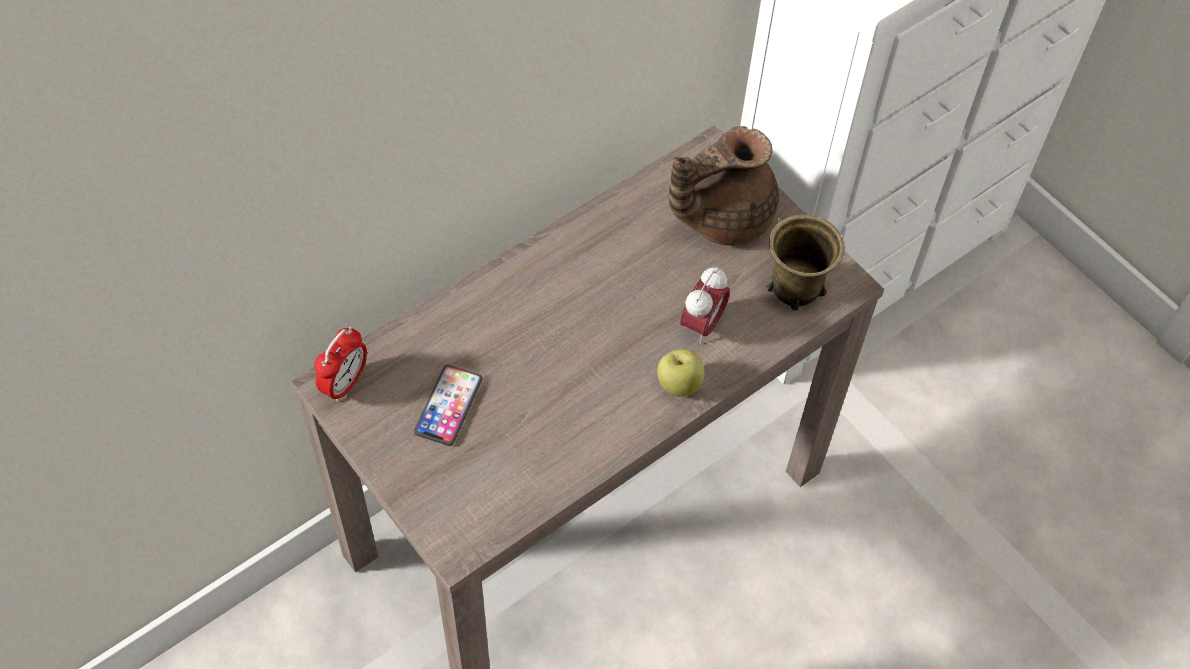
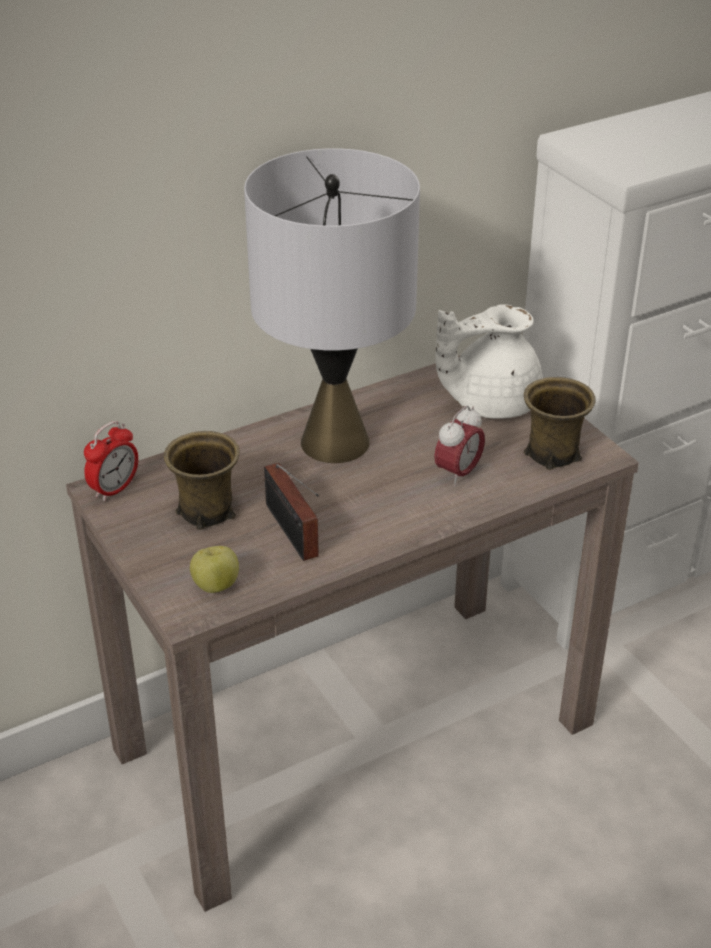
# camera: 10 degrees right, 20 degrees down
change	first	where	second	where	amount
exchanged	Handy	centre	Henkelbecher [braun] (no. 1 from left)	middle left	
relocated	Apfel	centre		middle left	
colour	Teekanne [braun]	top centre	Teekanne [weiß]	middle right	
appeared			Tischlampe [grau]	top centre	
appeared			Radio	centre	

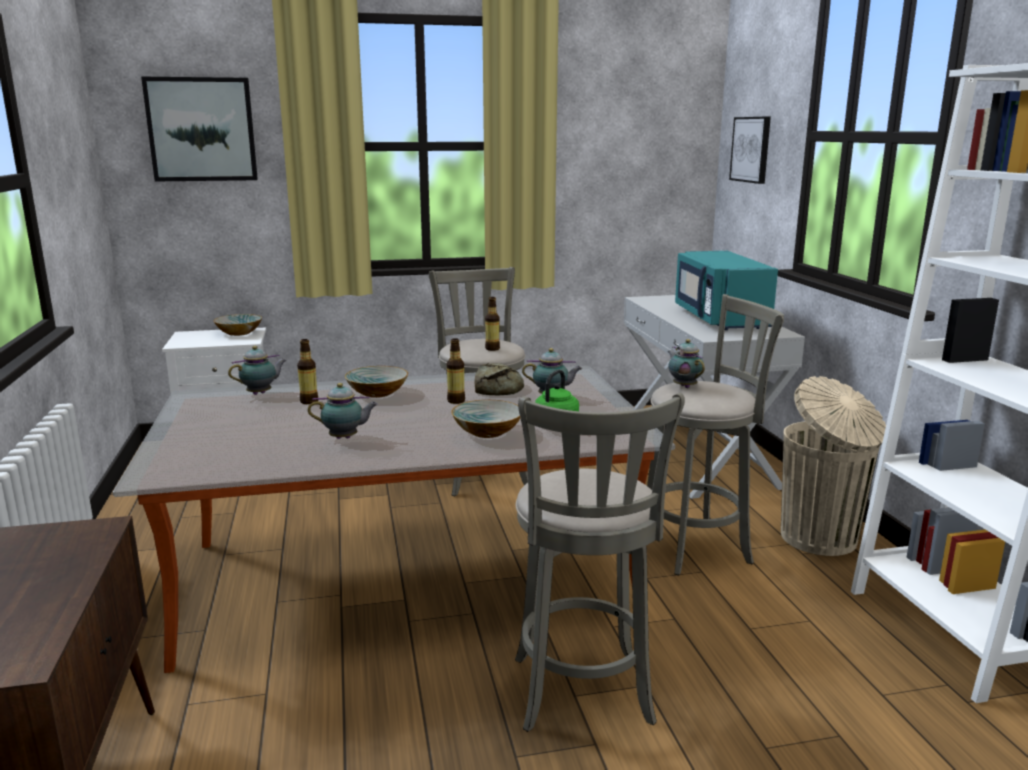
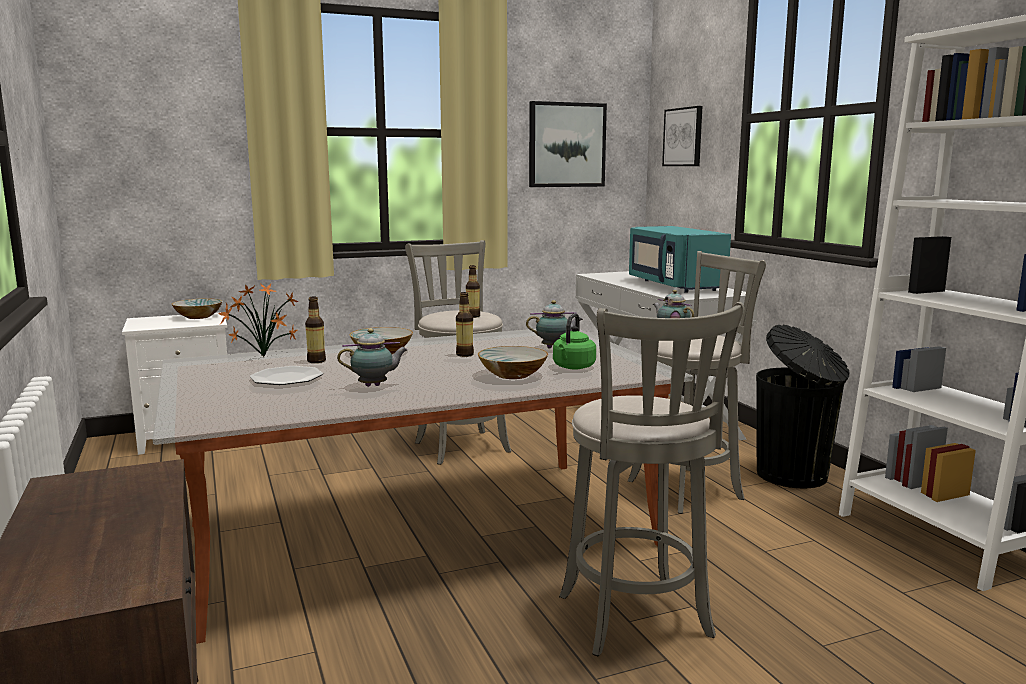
# camera: 10 degrees left, 5 degrees down
change	first	where	second	where	amount
relocated	Bild (no. 1 from left)	top left		top centre	
exchanged	Teekanne (no. 1 from left)	middle left	Topfpflanze	middle left	
missing	Brot	centre			
colour	Mülleimer [beige]	middle right	Mülleimer [schwarz]	middle right	
appeared			Teller	middle left	

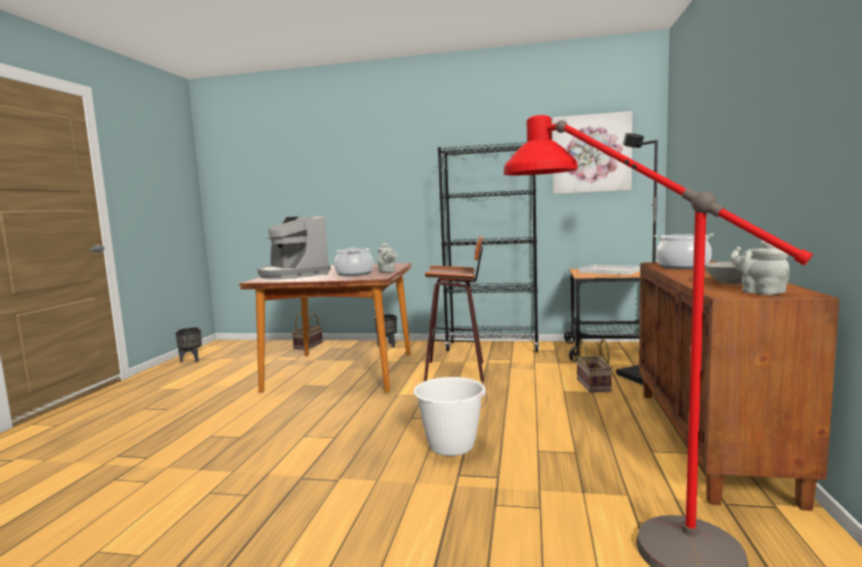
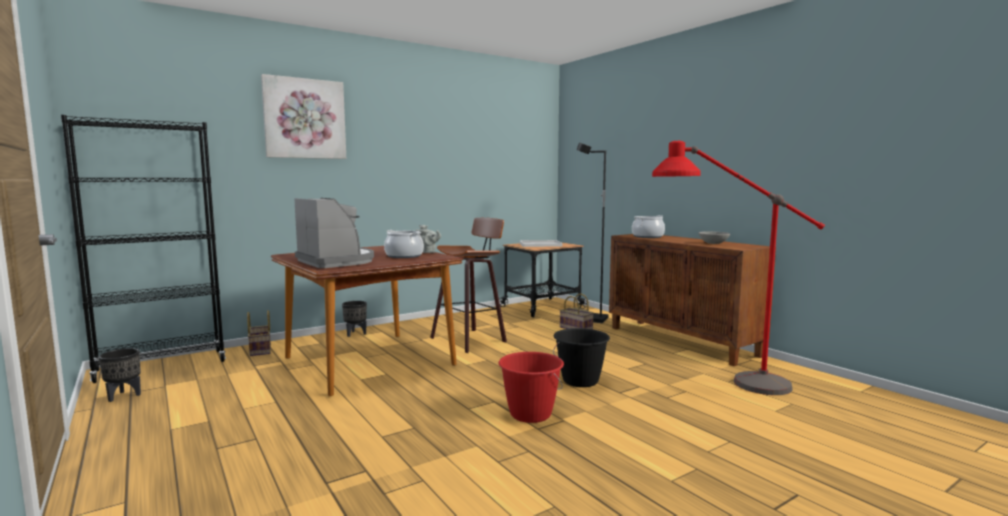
# camera: 45 degrees left, 0 degrees up
change	first	where	second	where	amount
spun	Kaffeemaschine	centre		middle left	135 degrees counterclockwise
colour	Eimer [weiß]	bottom centre	Eimer [schwarz]	bottom centre	
relocated	Bücherregal [schwarz]	centre		middle left	
relocated	Bild	top right		top left	
missing	Teekanne [grau] (no. 2 from left)	middle right			
appeared			Eimer [rot]	bottom centre	

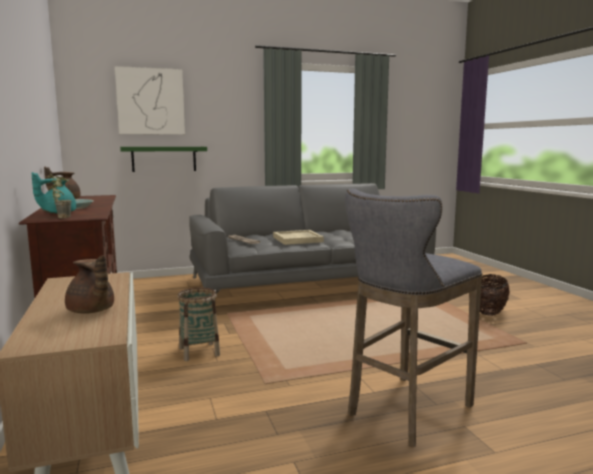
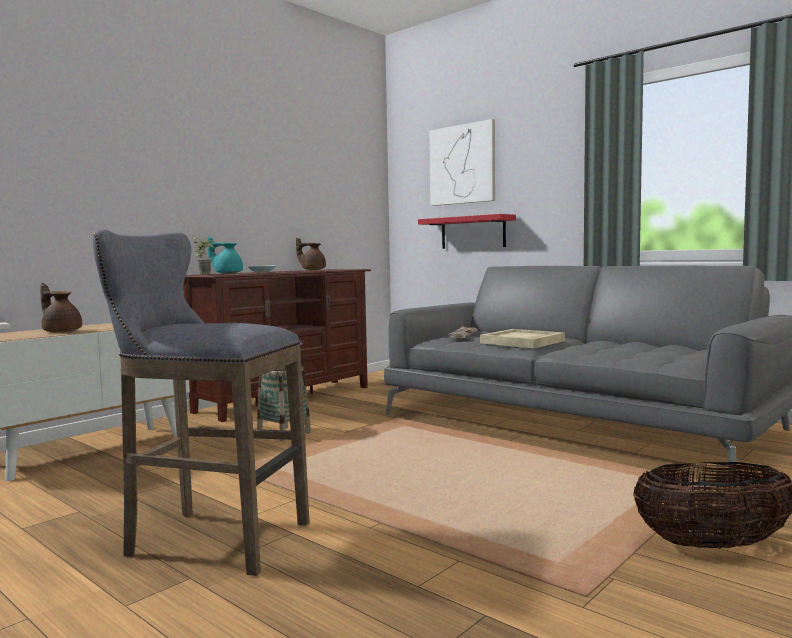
# camera: 60 degrees right, 5 degrees down
change	first	where	second	where	amount
spun	Teekanne [braun] (no. 2 from left in the first image)	middle left	Teekanne [braun] (no. 1 from left)	middle left	105 degrees clockwise
colour	Wandregal [grün]	middle left	Wandregal [rot]	centre	

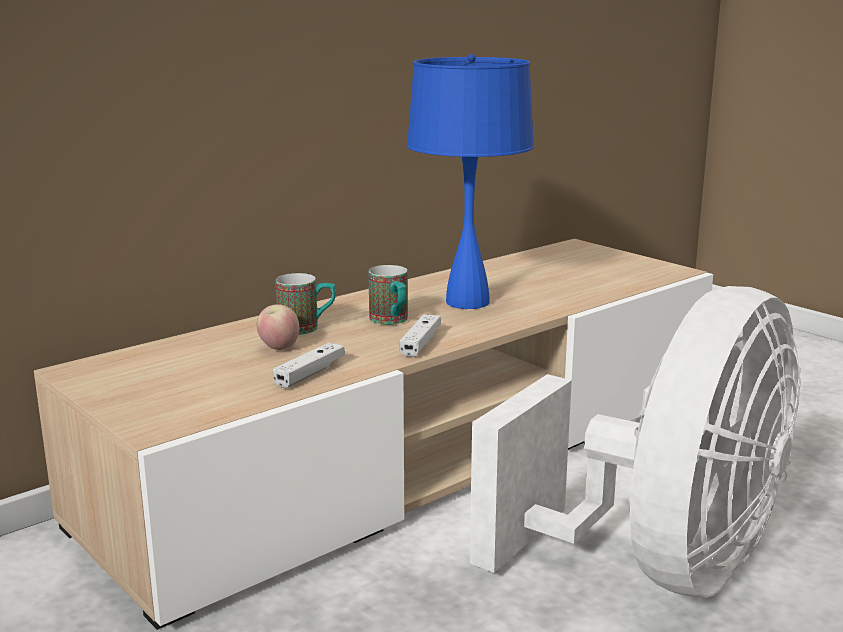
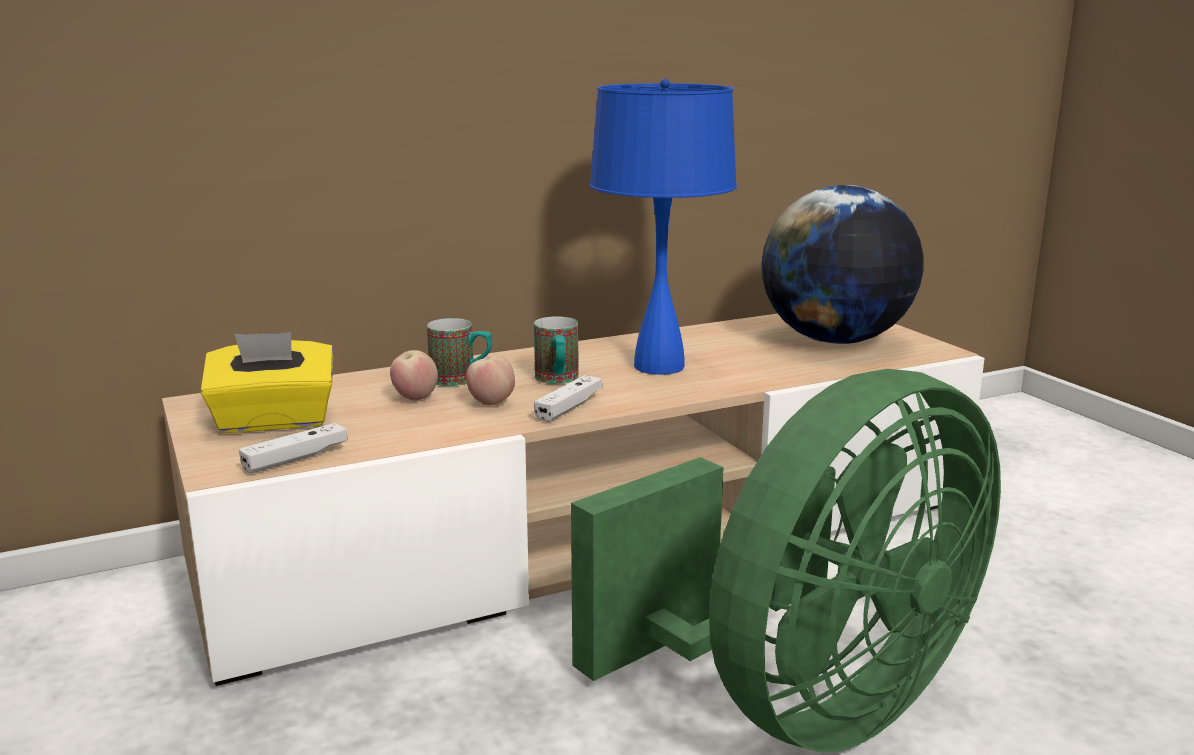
# camera: 15 degrees right, 0 degrees up
change	first	where	second	where	amount
relocated	Gamepad [weiß] (no. 1 from left)	centre		middle left	
colour	Ventilator [weiß]	bottom right	Ventilator [grün]	bottom centre	
appeared			Taschentuchbox [gelb]	middle left	
appeared			Apfel (no. 2 from left)	centre	
appeared			Globus	middle right	

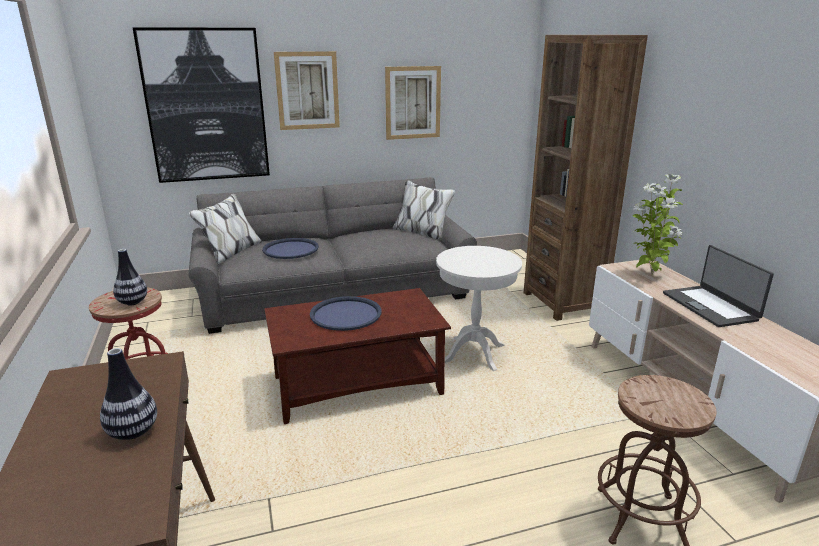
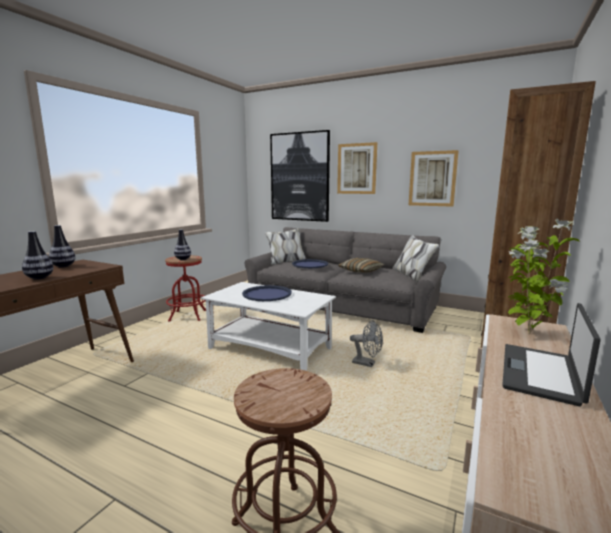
# camera: 45 degrees right, 10 degrees down
change	first	where	second	where	amount
colour	Couchtisch [braun]	centre	Couchtisch [weiß]	centre	
exchanged	Beistelltisch [weiß]	centre	Ventilator [grau]	centre	
appeared			Vase (no. 2 from left)	middle left	
appeared			Kissen	centre	

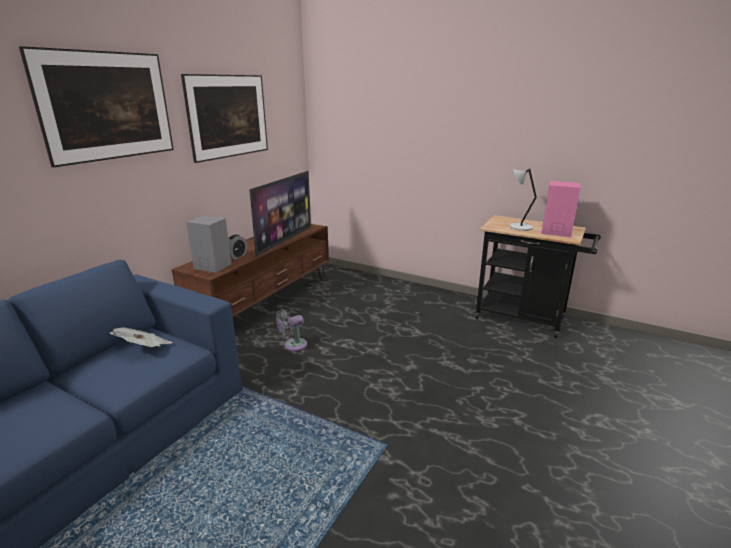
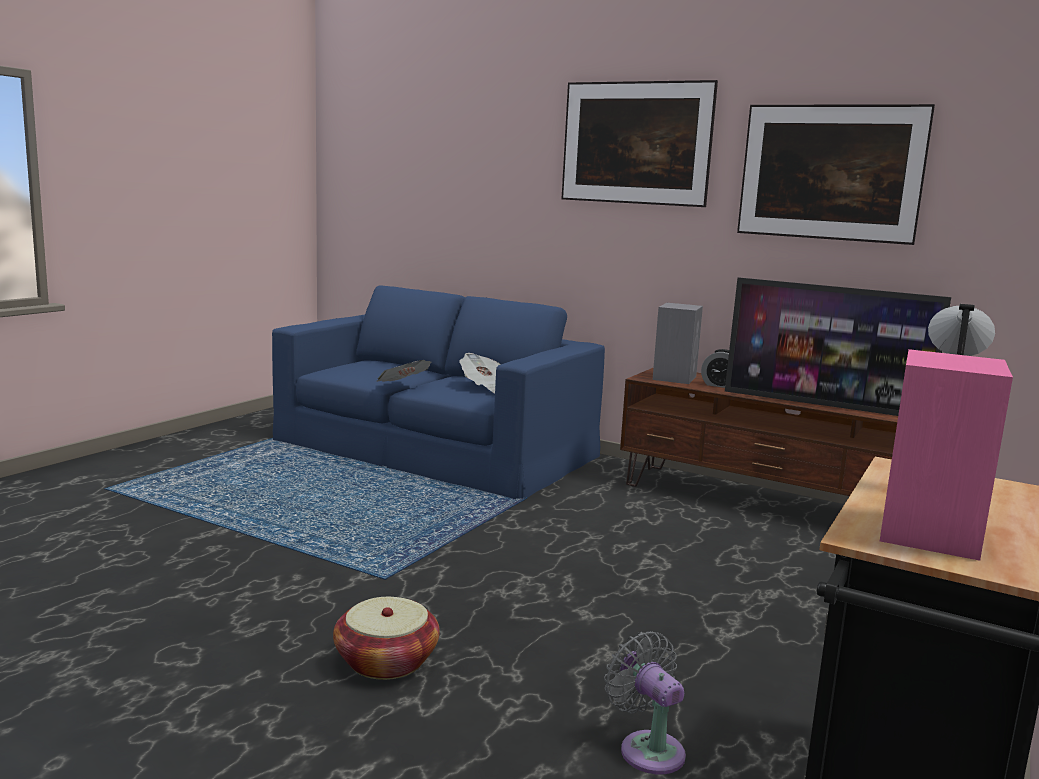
# camera: 90 degrees right, 10 degrees down
change	first	where	second	where	amount
relocated	Ventilator [grau]	centre		bottom centre	
appeared			Korb	bottom centre	
appeared			Zeitung (no. 1 from left)	centre	

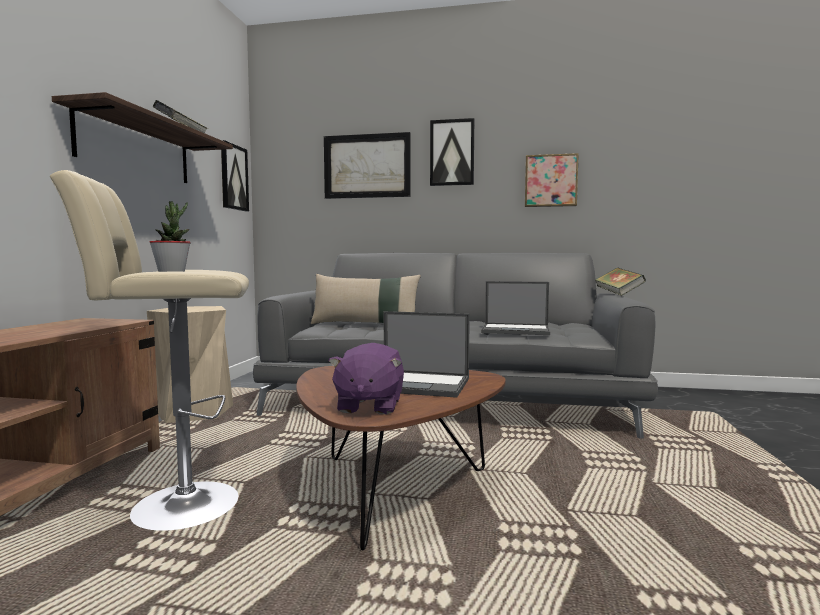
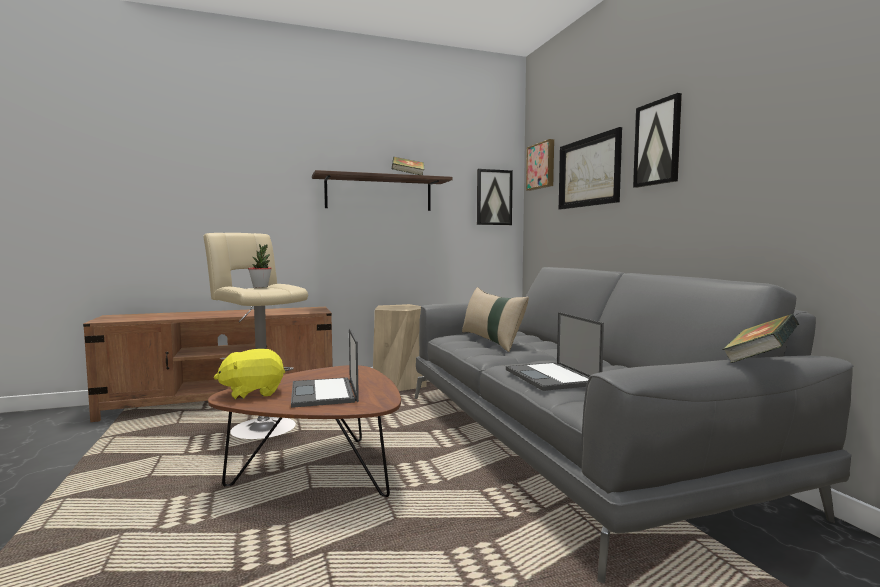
# camera: 60 degrees right, 0 degrees up
change	first	where	second	where	amount
colour	Plüschtier [lila]	centre	Plüschtier [gelb]	middle left	
relocated	Bild (no. 4 from left in the first image)	top right	Bild (no. 2 from left)	top centre	

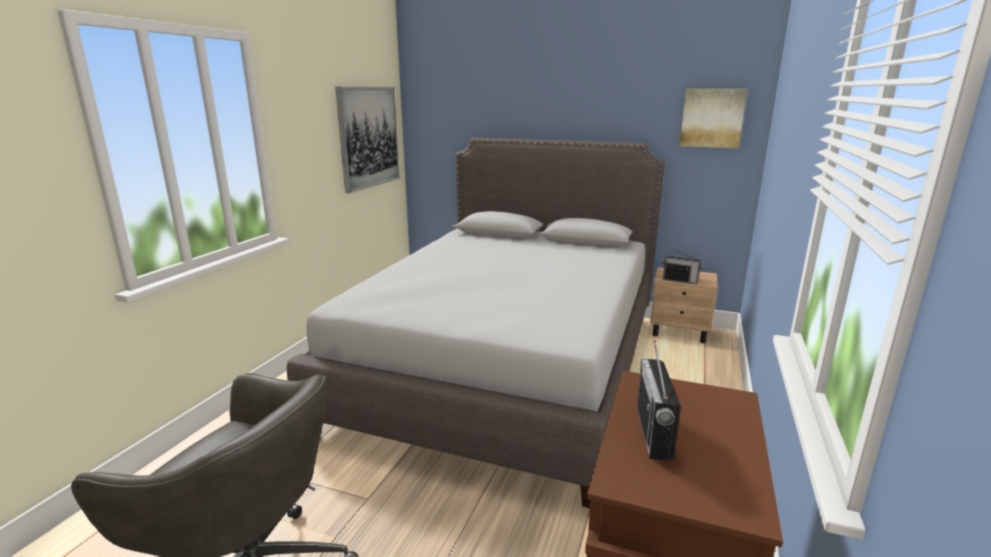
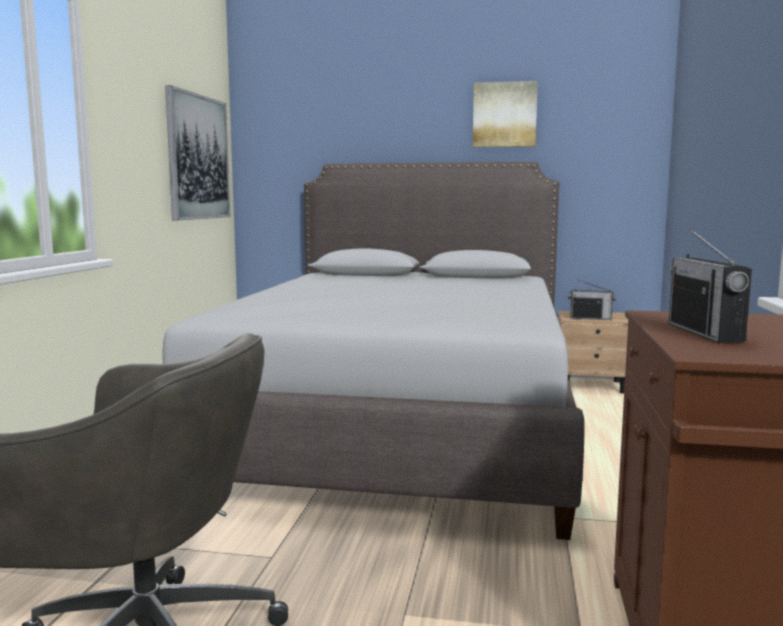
# camera: 10 degrees left, 10 degrees down
change	first	where	second	where	amount
relocated	Bild (no. 2 from left)	top right		top centre	

